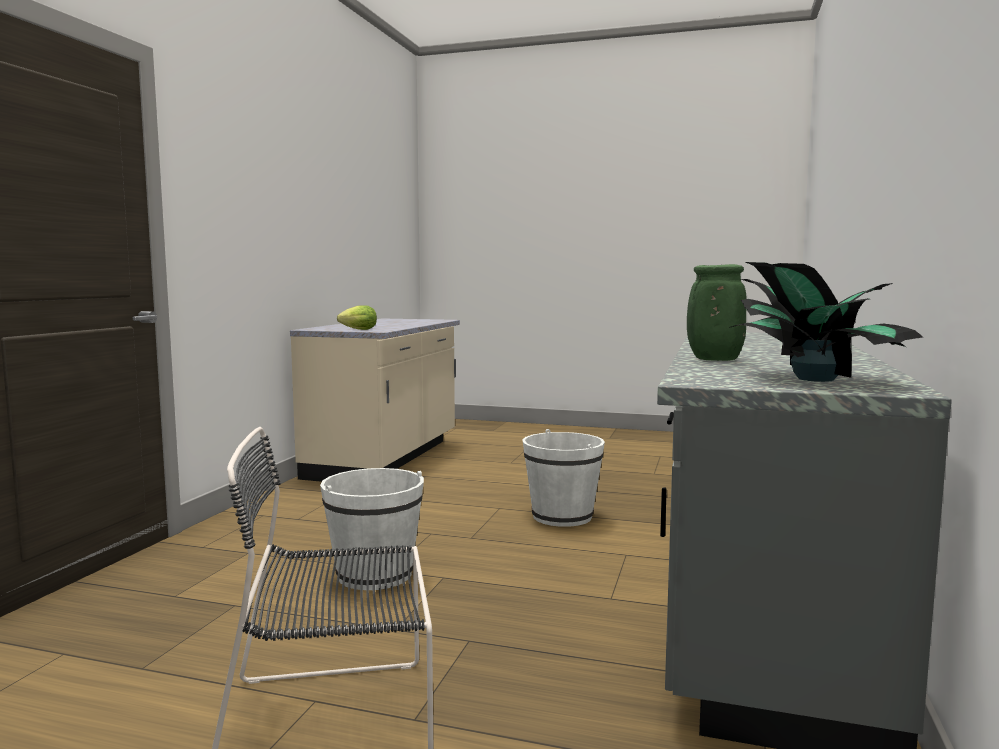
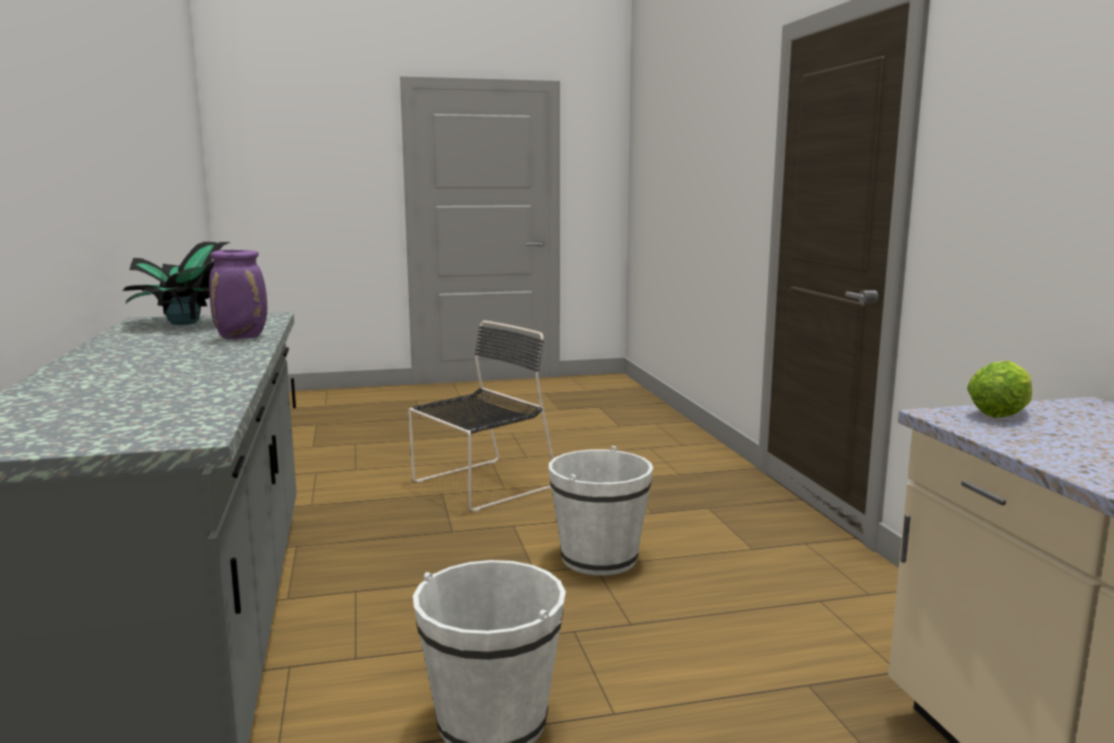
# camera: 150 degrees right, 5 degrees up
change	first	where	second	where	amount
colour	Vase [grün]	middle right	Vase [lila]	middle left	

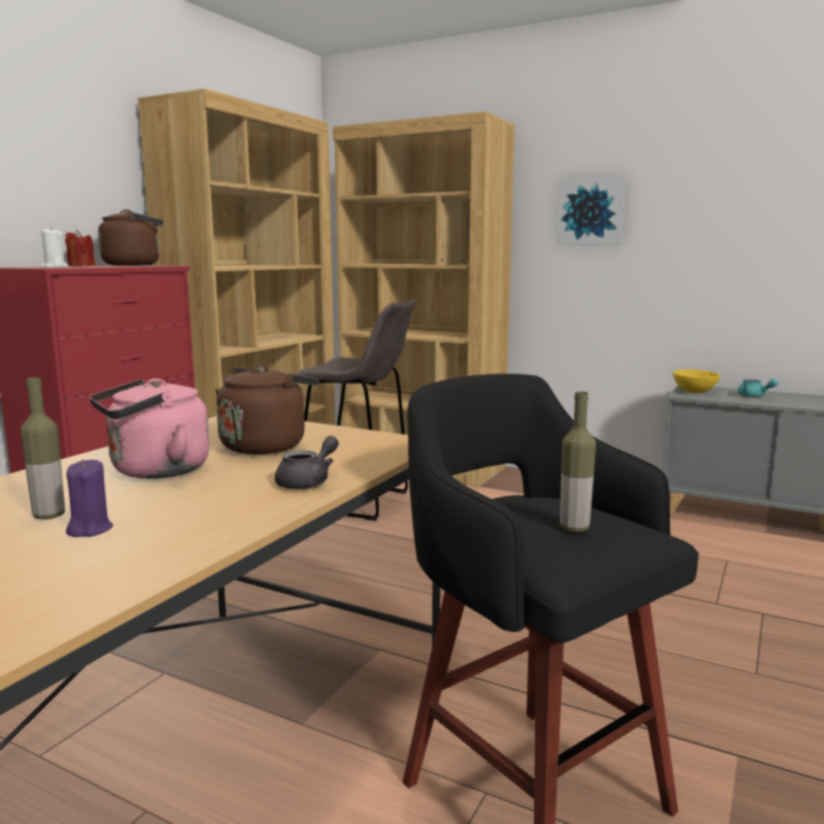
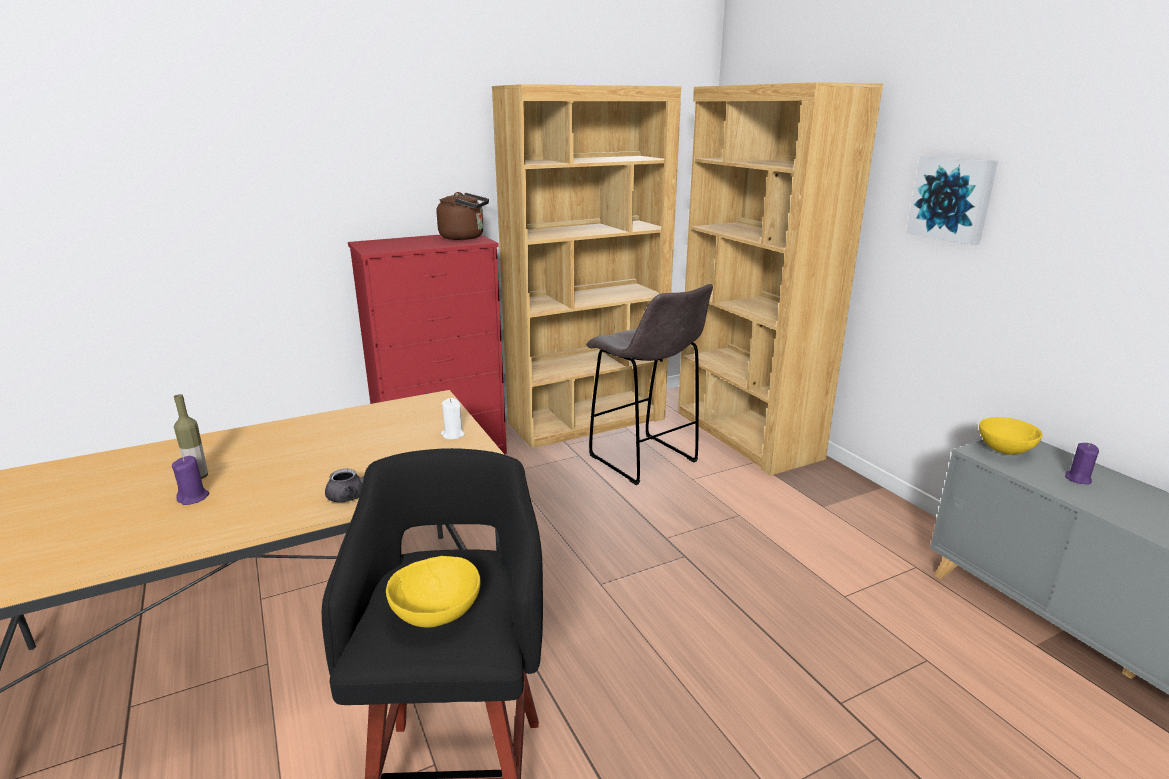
# camera: 35 degrees right, 10 degrees up
change	first	where	second	where	amount
relocated	Kerze [weiß]	top left		centre	
missing	Kerze [rot]	top left			
missing	Wasserkessel [rosa]	middle left			
missing	Wasserkessel [braun] (no. 2 from left)	middle left			
exchanged	Flasche (no. 2 from left)	middle right	Schüssel [gelb] (no. 1 from left)	bottom centre	
exchanged	Teekanne [türkis]	middle right	Kerze [lila] (no. 2 from left)	middle right	

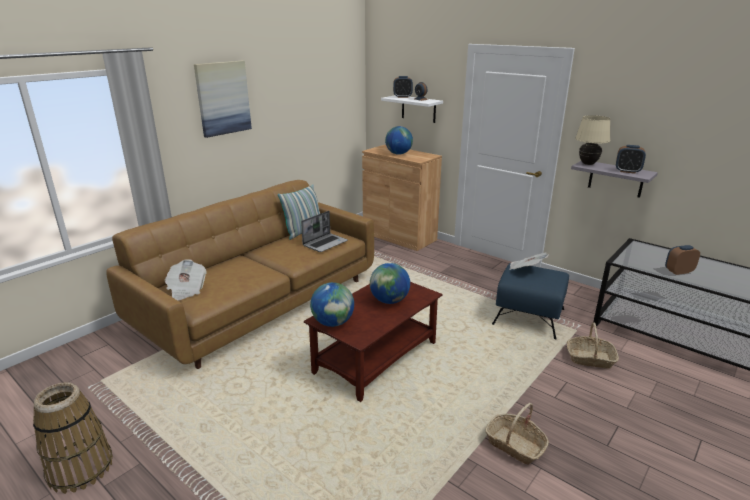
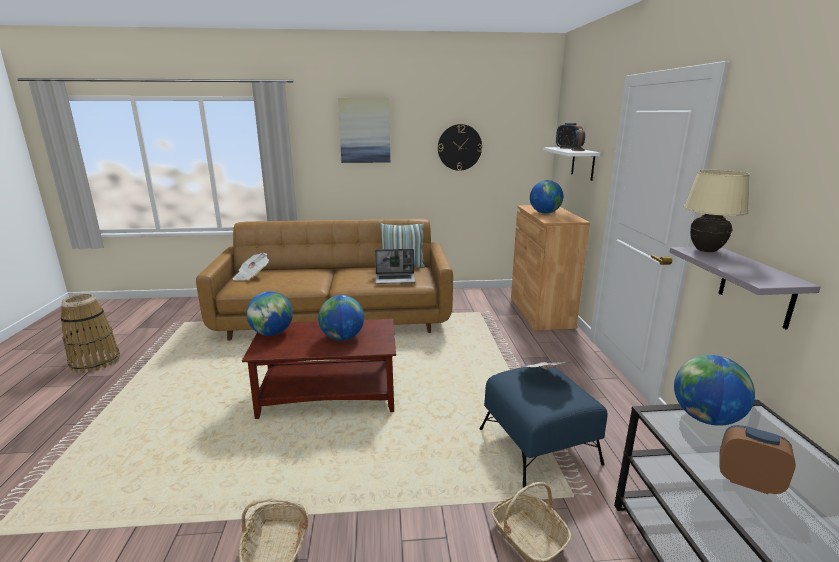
# camera: 45 degrees right, 5 degrees down
change	first	where	second	where	amount
missing	Wecker (no. 3 from left)	top right			
appeared			Wanduhr	top centre	
appeared			Globus (no. 4 from left)	bottom right	

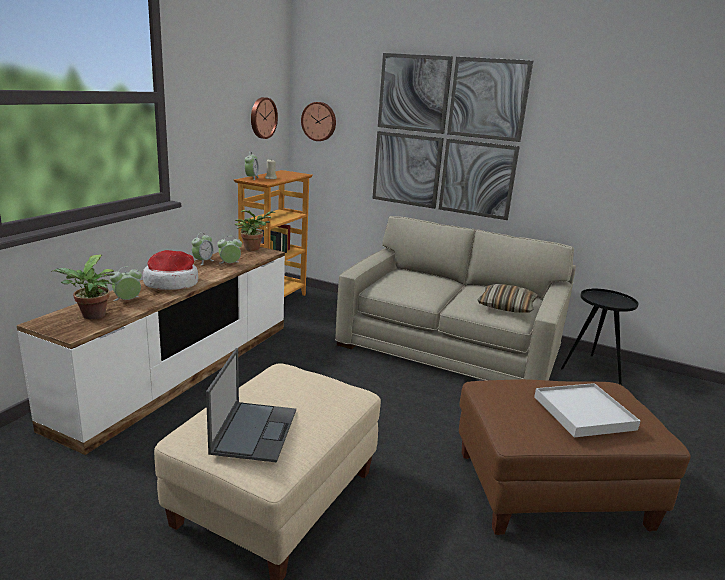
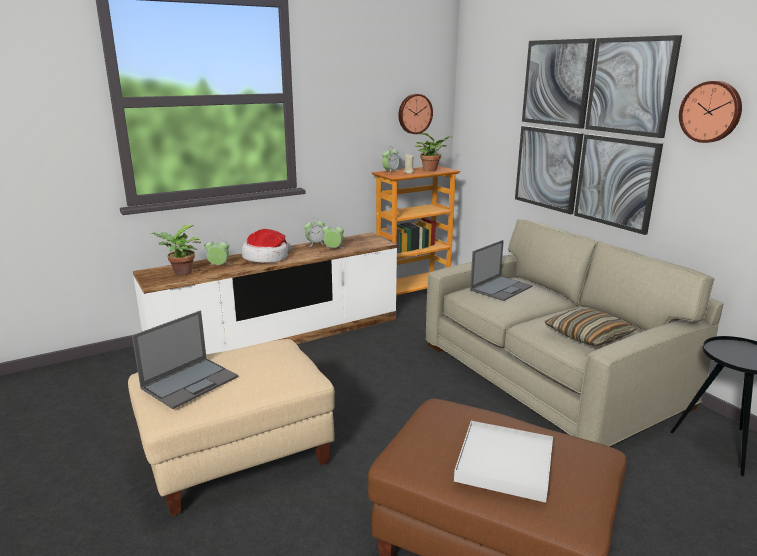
# camera: 35 degrees right, 0 degrees up
change	first	where	second	where	amount
relocated	Topfpflanze (no. 2 from left)	centre		top centre	
relocated	Wanduhr (no. 2 from left)	top centre		top right	
appeared			Laptop (no. 2 from left)	centre	

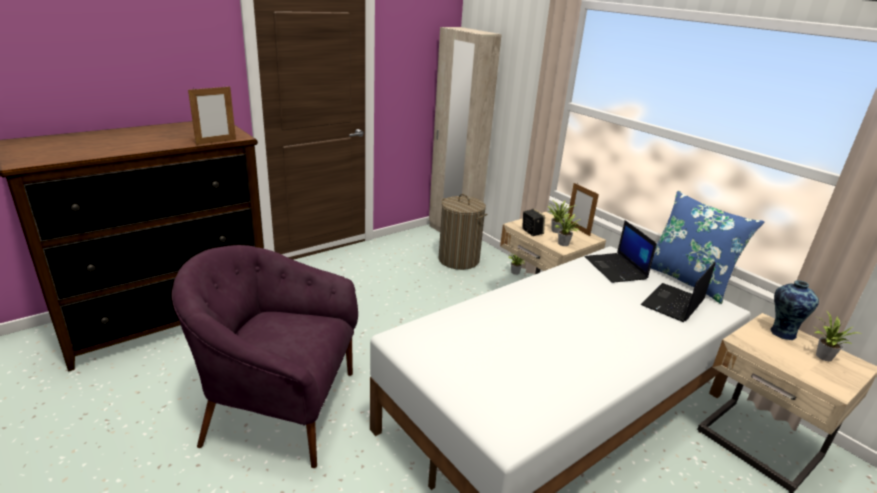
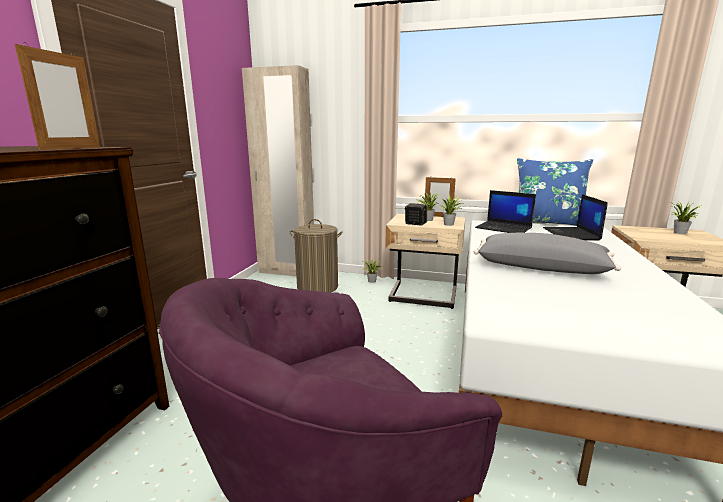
# camera: 35 degrees left, 10 degrees down
change	first	where	second	where	amount
missing	Vase	middle right			
appeared			Kissen [grau]	middle right	

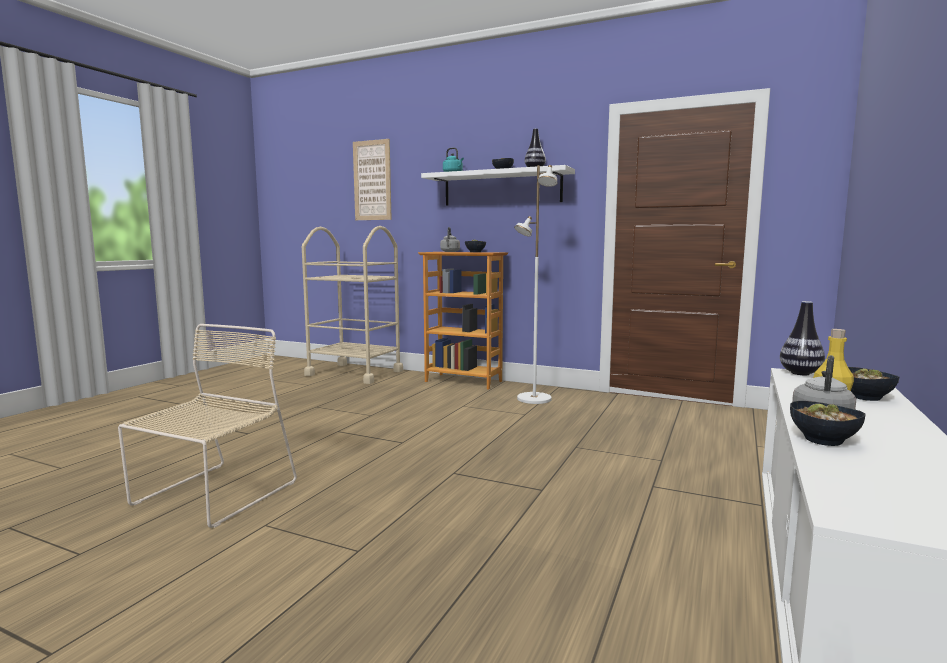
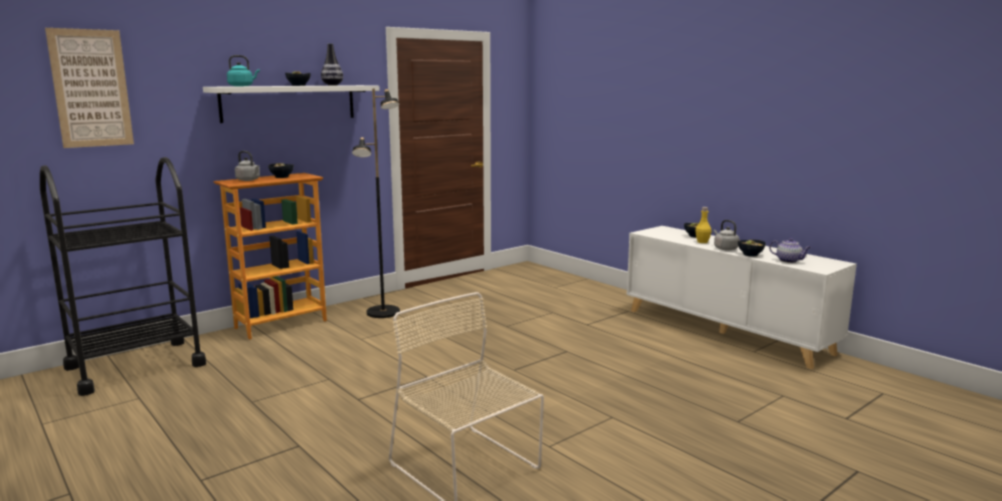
# camera: 65 degrees left, 5 degrees up
change	first	where	second	where	amount
colour	Rollwagen [beige]	centre	Rollwagen [schwarz]	middle left	
colour	Stehlampe [weiß]	centre	Stehlampe [schwarz]	centre	
missing	Vase (no. 2 from left)	middle right			
appeared			Teekanne	middle right	

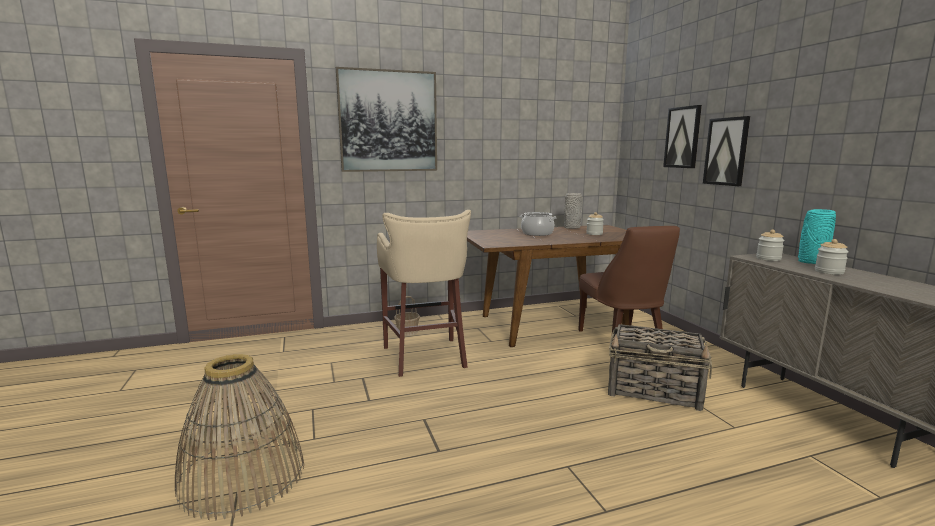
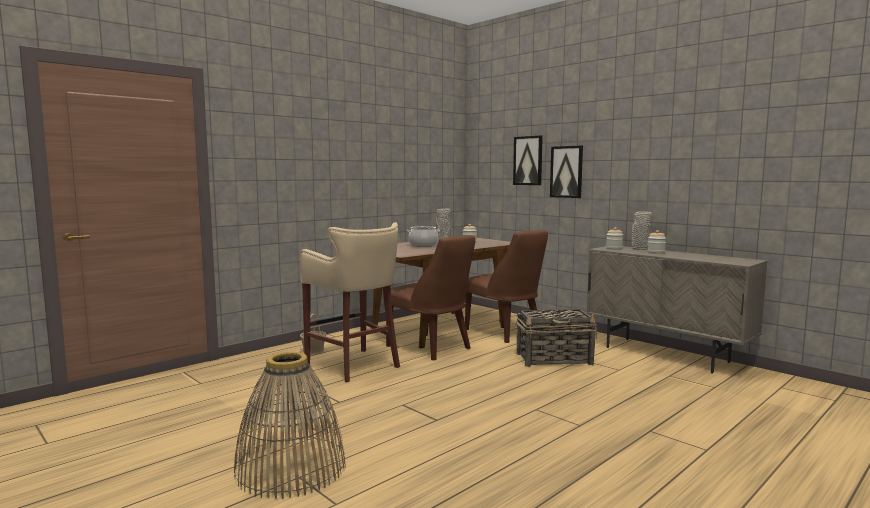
# camera: 25 degrees left, 5 degrees down
change	first	where	second	where	amount
missing	Bild (no. 1 from left)	top centre			
colour	Vase [türkis]	middle right	Vase [grau] (no. 2 from left)	middle right	
appeared			Stuhl [braun] (no. 1 from left)	centre	

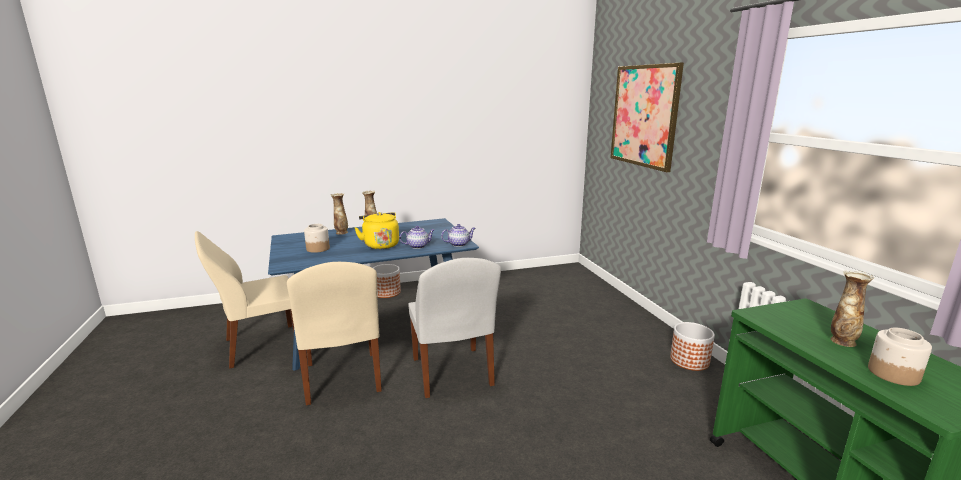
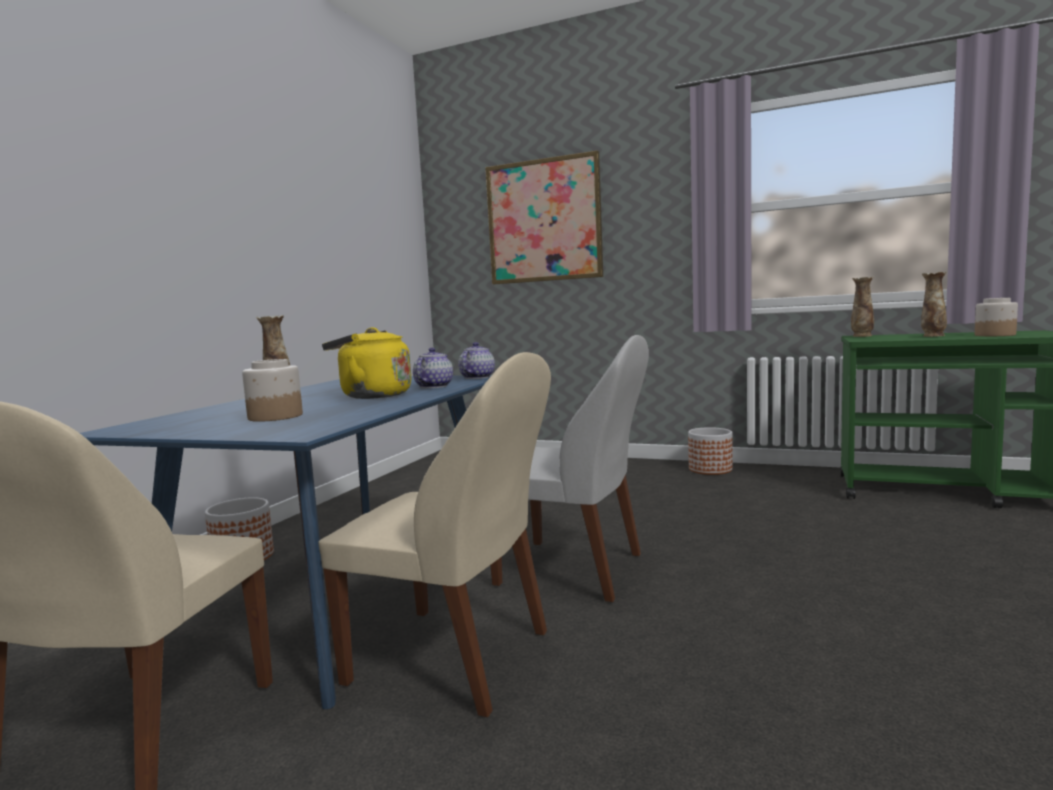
# camera: 50 degrees left, 10 degrees down
change	first	where	second	where	amount
relocated	Vase (no. 1 from left in the first image)	centre	Vase (no. 2 from left)	middle right	

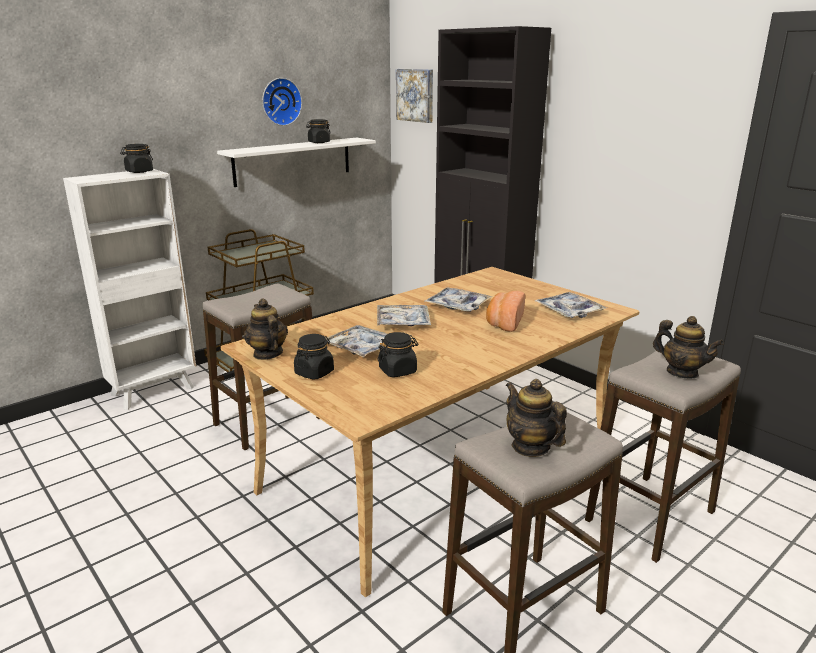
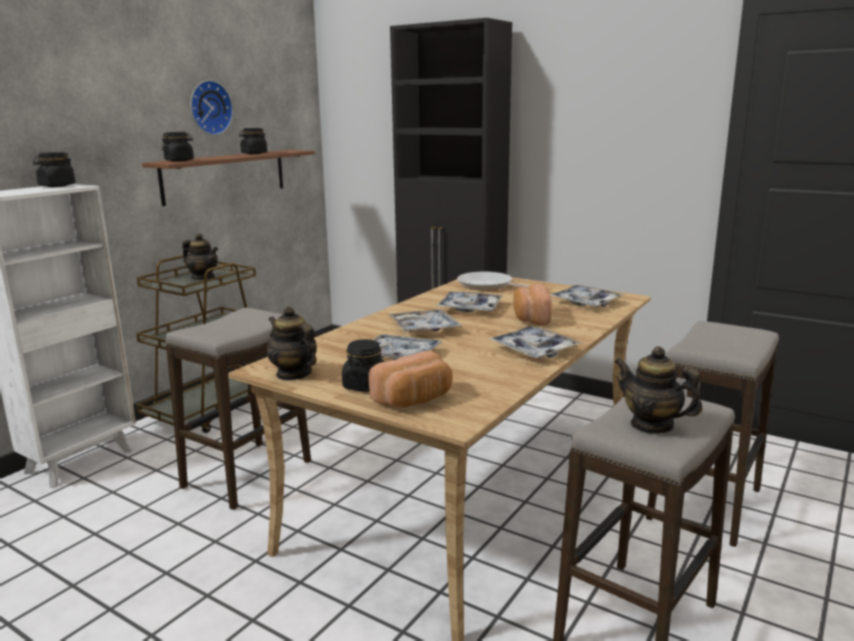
# camera: 15 degrees left, 5 degrees down
change	first	where	second	where	amount
colour	Wandregal [weiß]	top centre	Wandregal [braun]	top left	
relocated	Vorratsglas [schwarz] (no. 4 from left in the first image)	centre	Vorratsglas [schwarz] (no. 2 from left)	top left	
missing	Bild	top centre			
relocated	Teekanne (no. 3 from left in the first image)	middle right	Teekanne (no. 1 from left)	middle left	
appeared			Brot (no. 1 from left)	centre	
appeared			Pfanne	centre	
appeared			Tablett (no. 4 from left)	centre	

